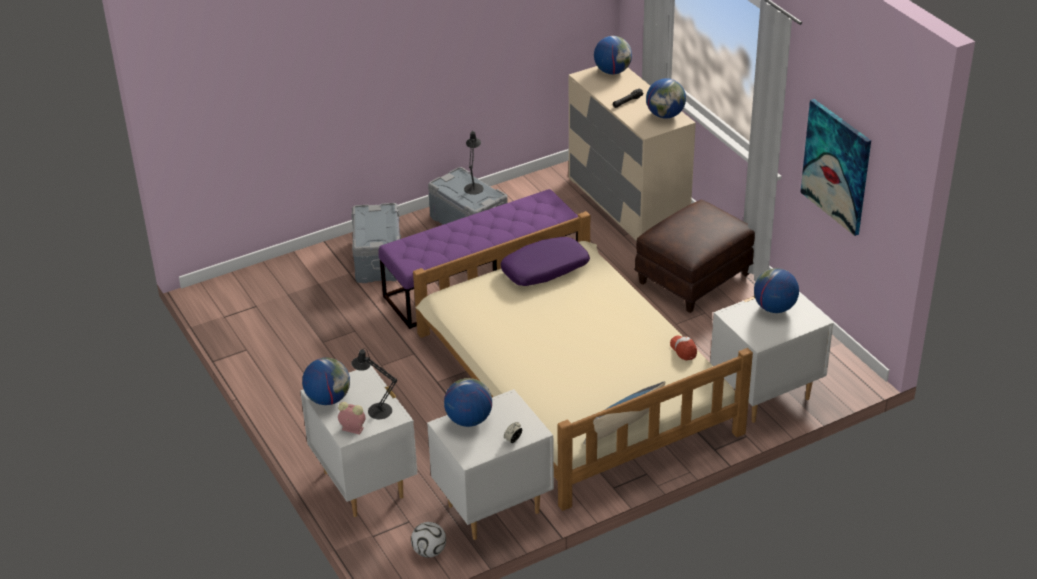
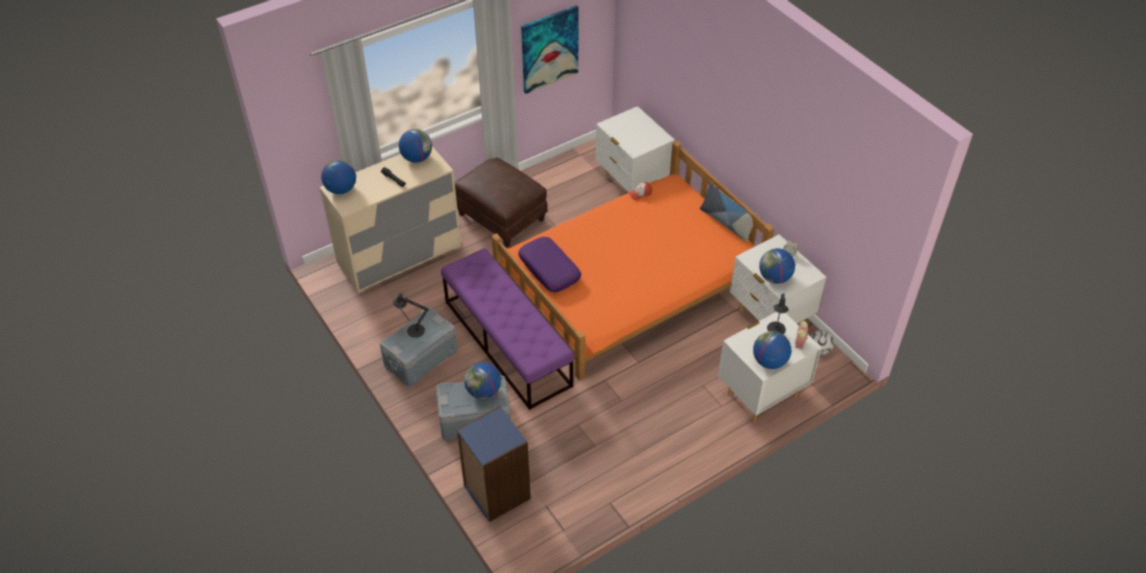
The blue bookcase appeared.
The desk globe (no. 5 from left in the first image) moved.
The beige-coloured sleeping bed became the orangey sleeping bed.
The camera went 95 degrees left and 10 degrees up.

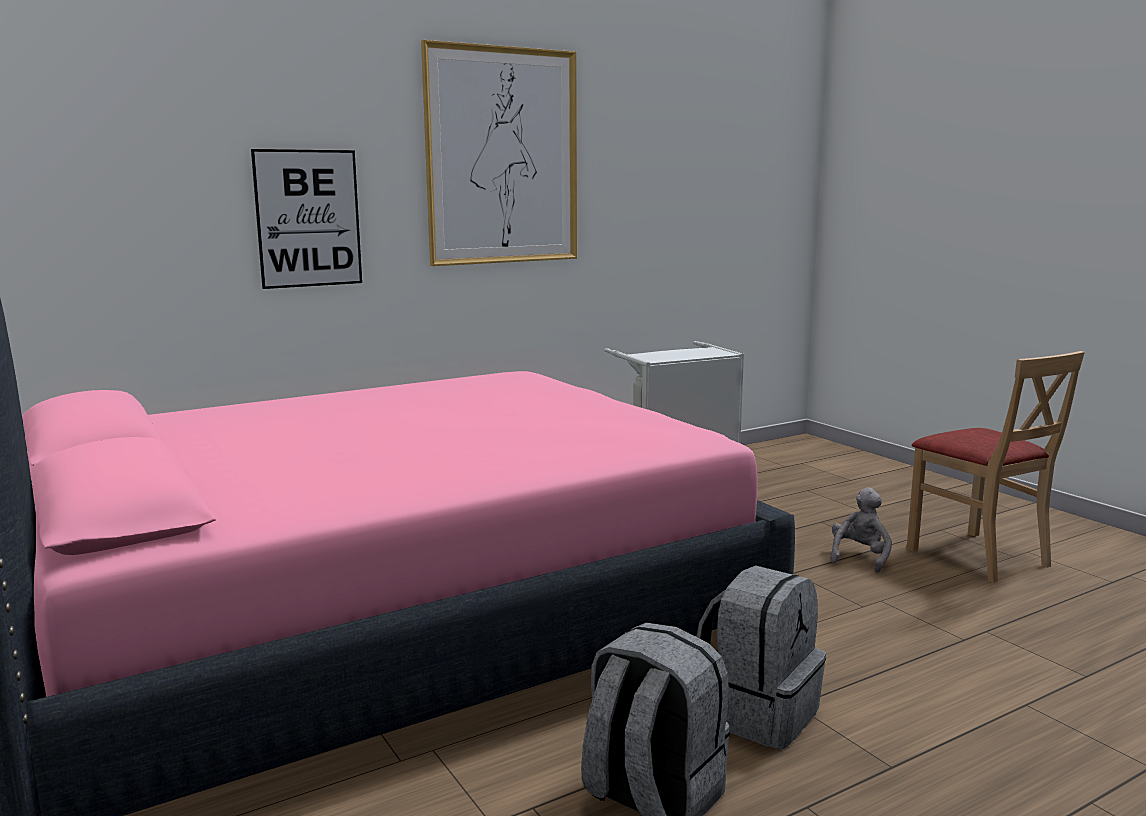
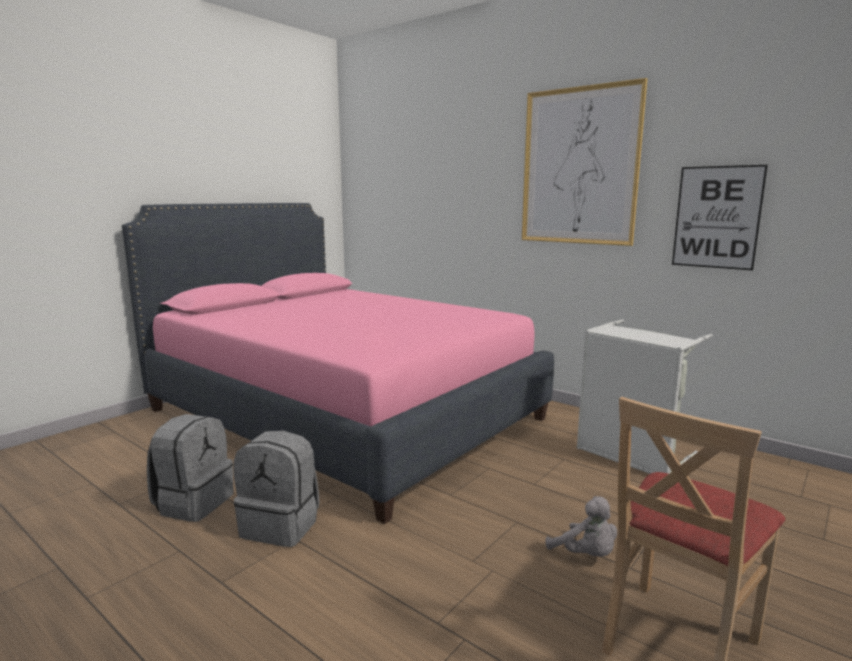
The greyish plush toy turned 45 degrees clockwise.
The wall picture (no. 1 from left in the first image) moved.
The camera went 70 degrees right and 0 degrees up.

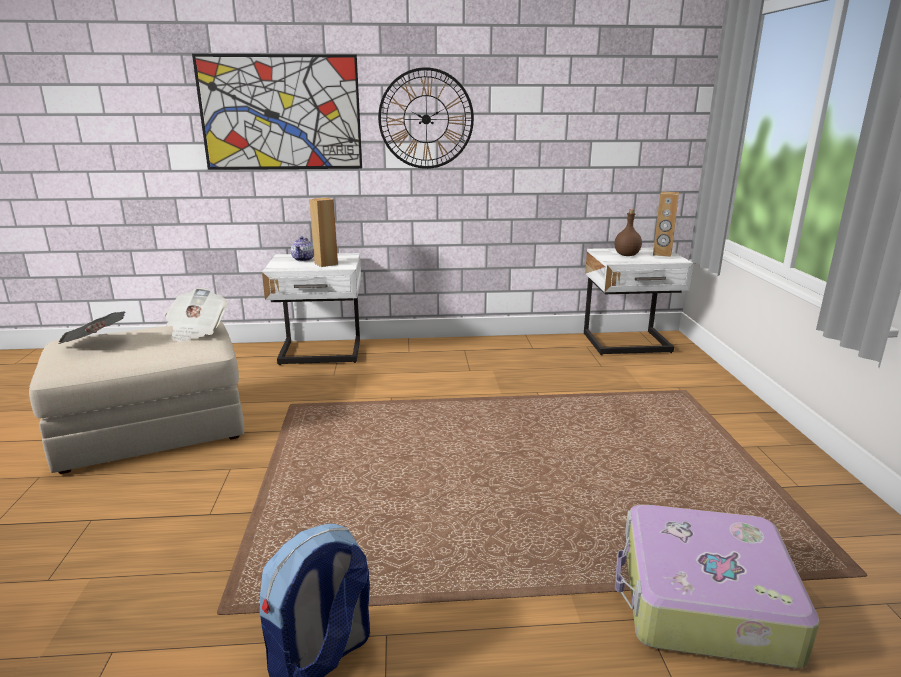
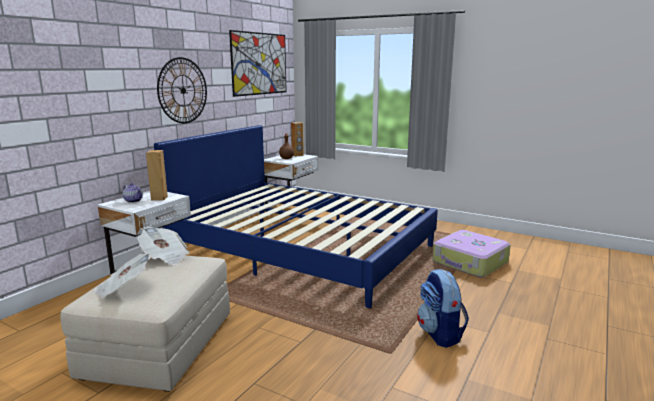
The blue sleeping bed appeared.
The wall picture moved.
The camera went 55 degrees left and 5 degrees down.

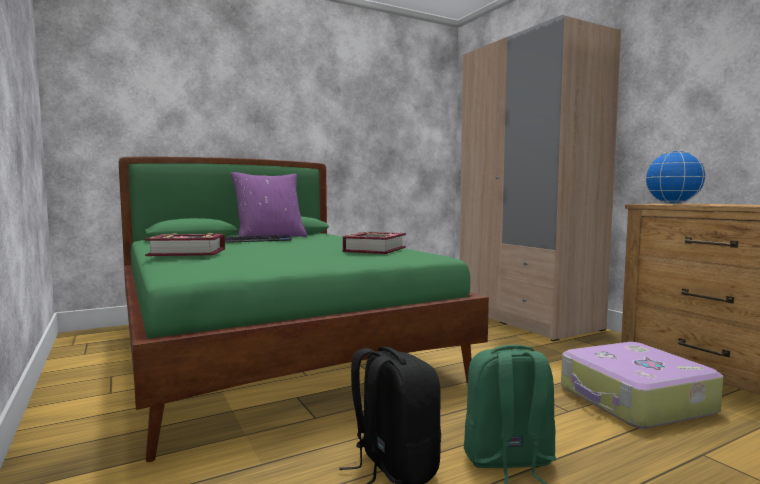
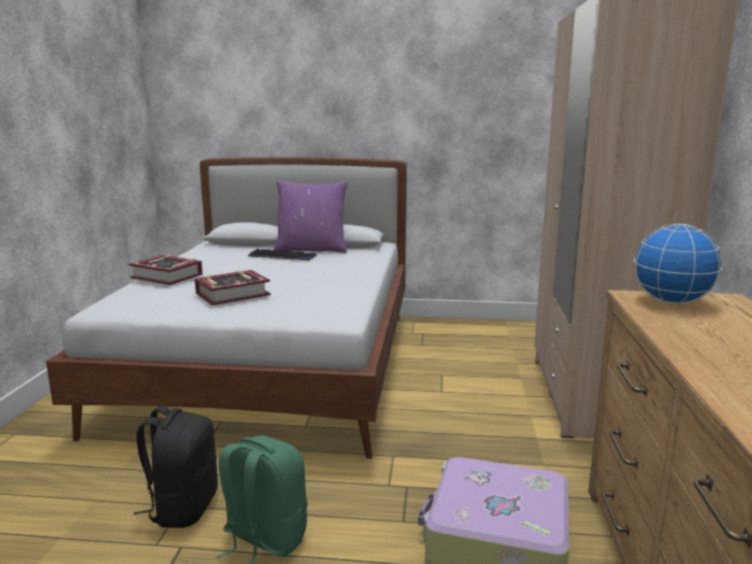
The green sleeping bed became the white sleeping bed.
The bound book (no. 2 from left) moved.
The camera went 35 degrees right and 10 degrees up.

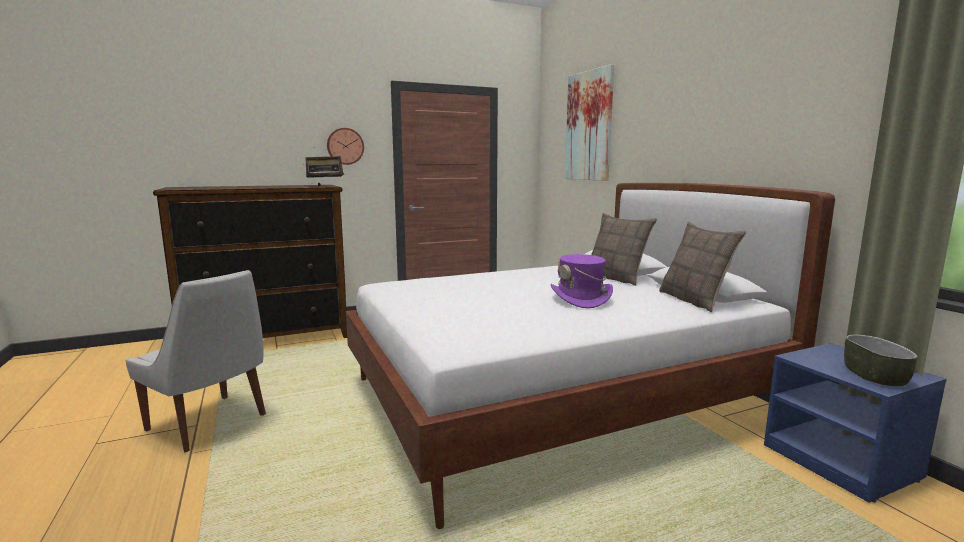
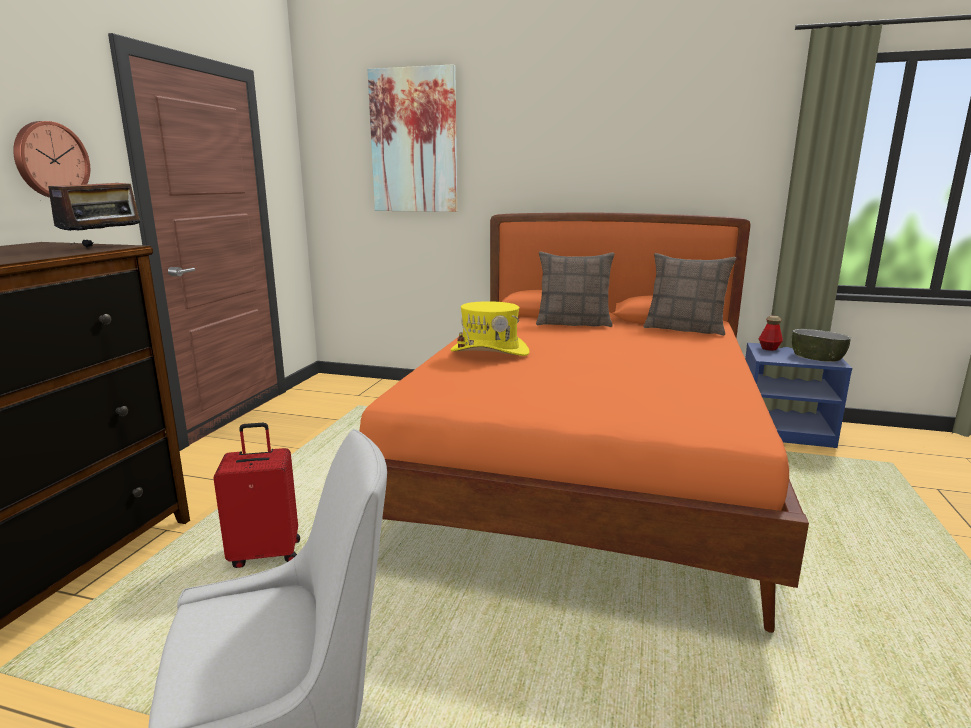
The reddish travel case appeared.
The white sleeping bed became the orangey sleeping bed.
The yellow-coloured wearable hat appeared.
The bottle appeared.
The purplish wearable hat disappeared.
The camera went 50 degrees left and 5 degrees up.

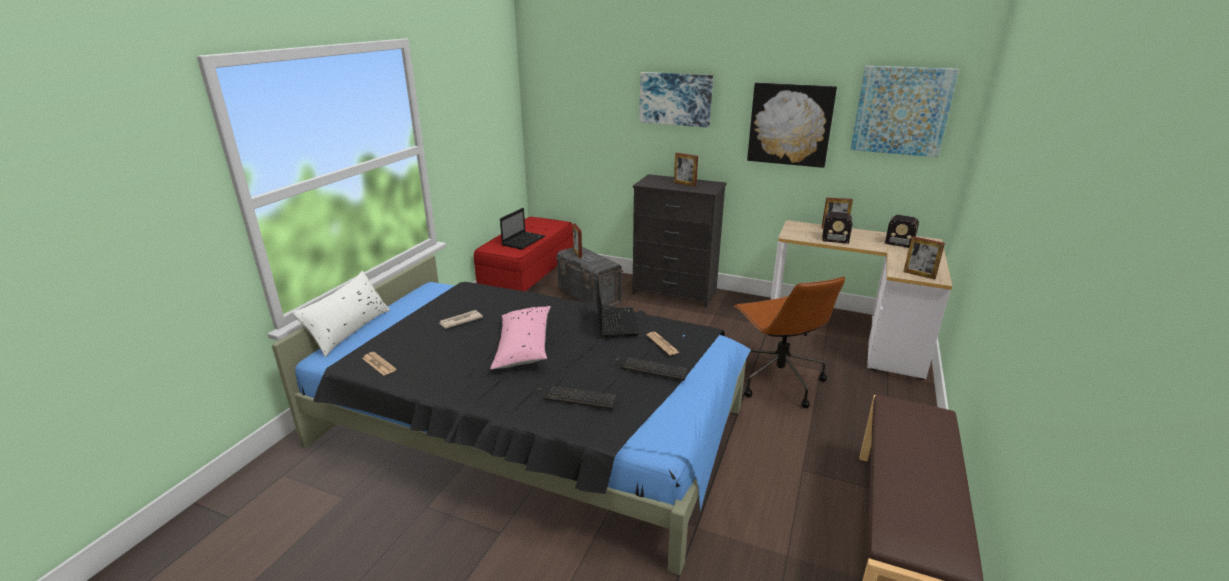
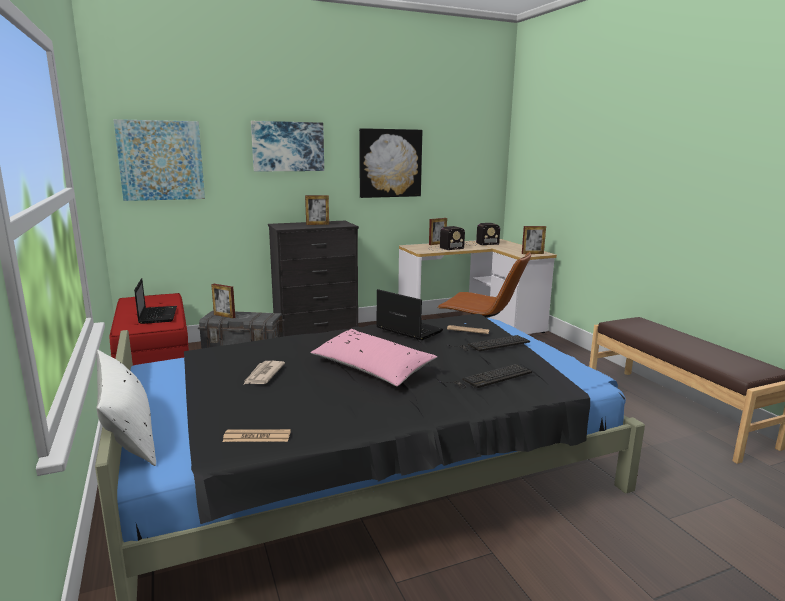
The wall picture (no. 3 from left in the first image) moved.
The camera went 45 degrees left and 10 degrees down.

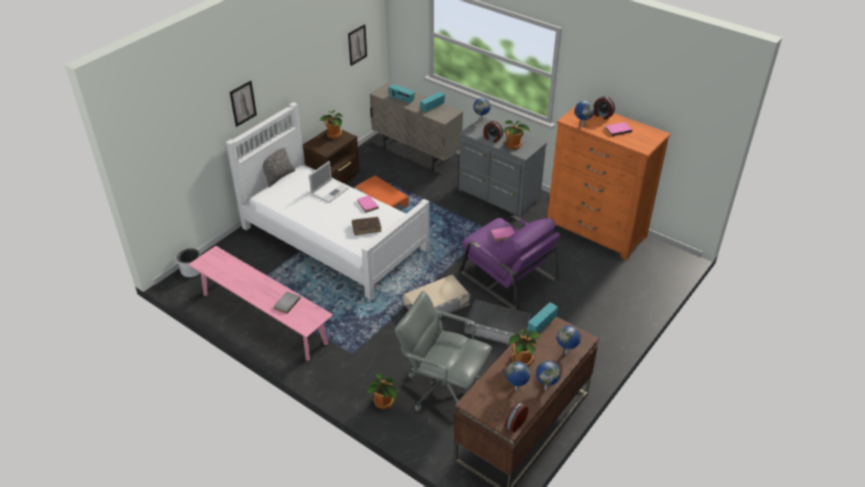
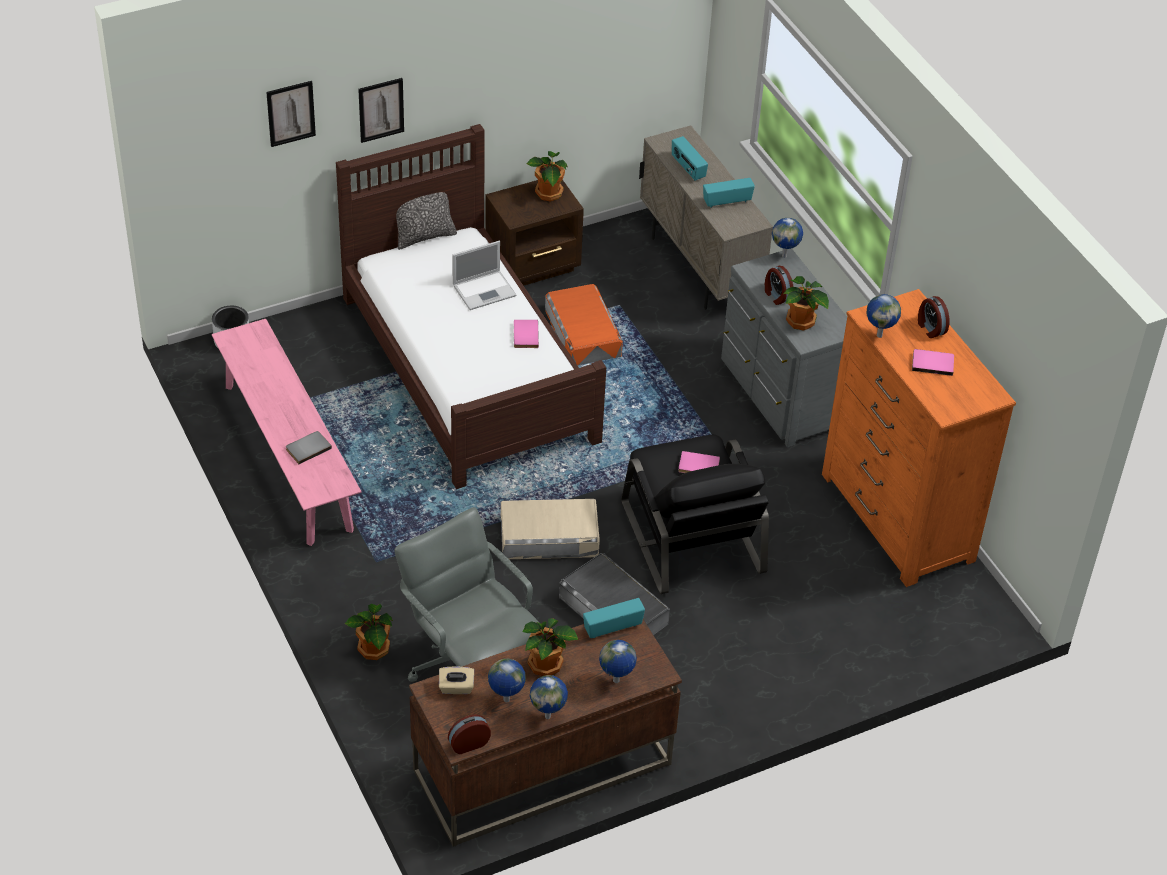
The wall picture (no. 2 from left in the first image) moved.
The white sleeping bed became the brownish sleeping bed.
The beige-coloured tissue box appeared.
The purplish armchair became the black-coloured armchair.
The brownish bound book disappeared.
The camera went 25 degrees right and 5 degrees up.

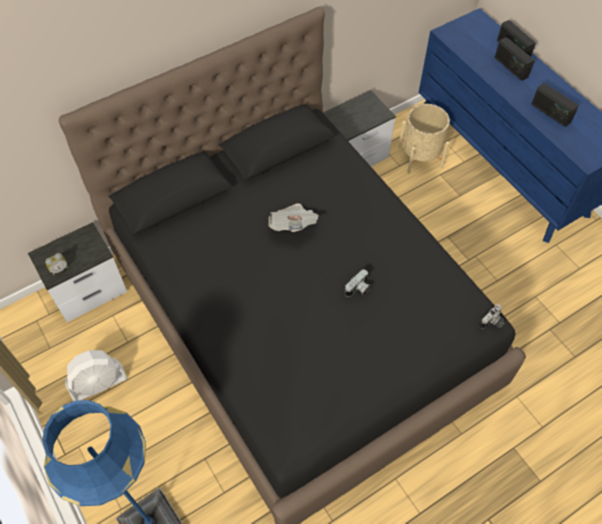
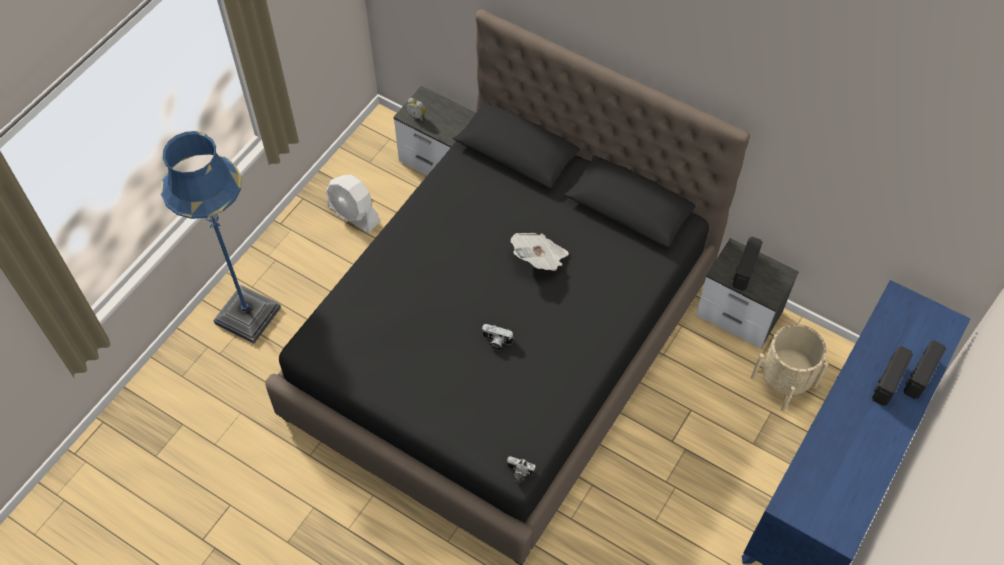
The radio receiver (no. 3 from left in the first image) moved.
The camera went 65 degrees right and 0 degrees up.

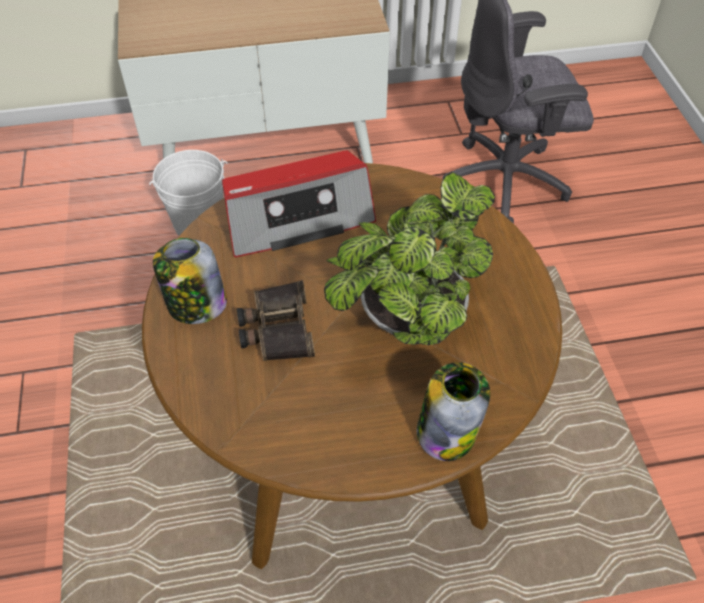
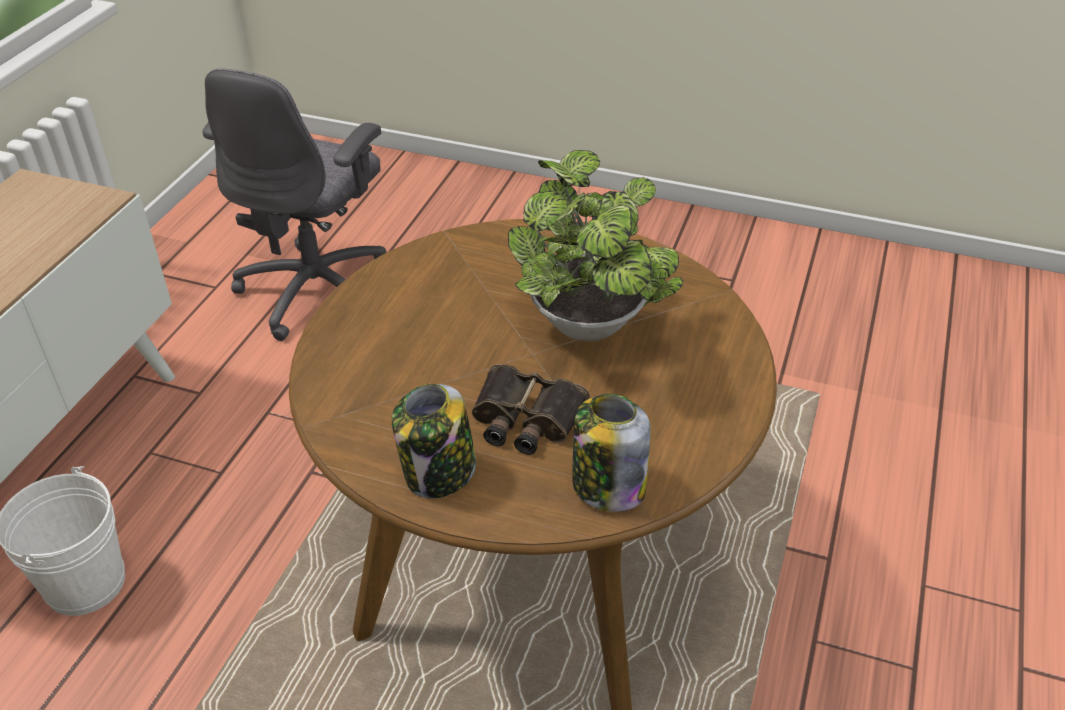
The storage jar (no. 2 from left) moved.
The radio receiver disappeared.
The camera went 60 degrees left and 10 degrees down.

